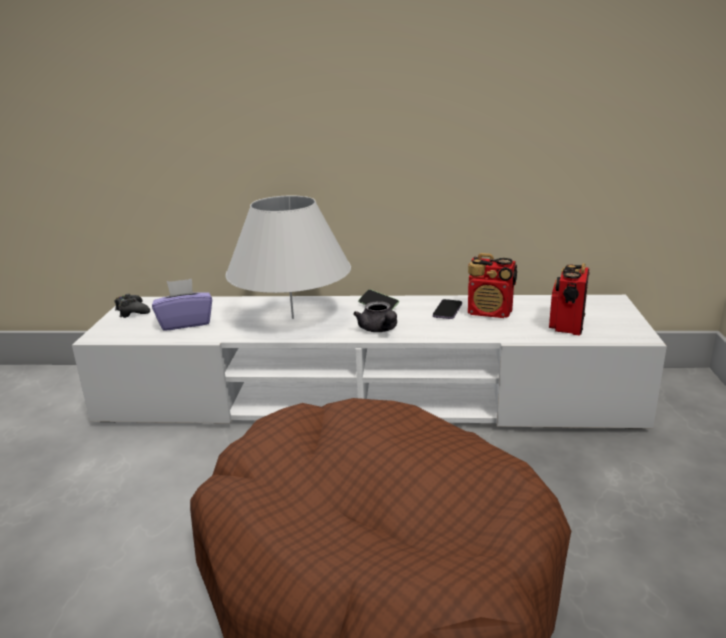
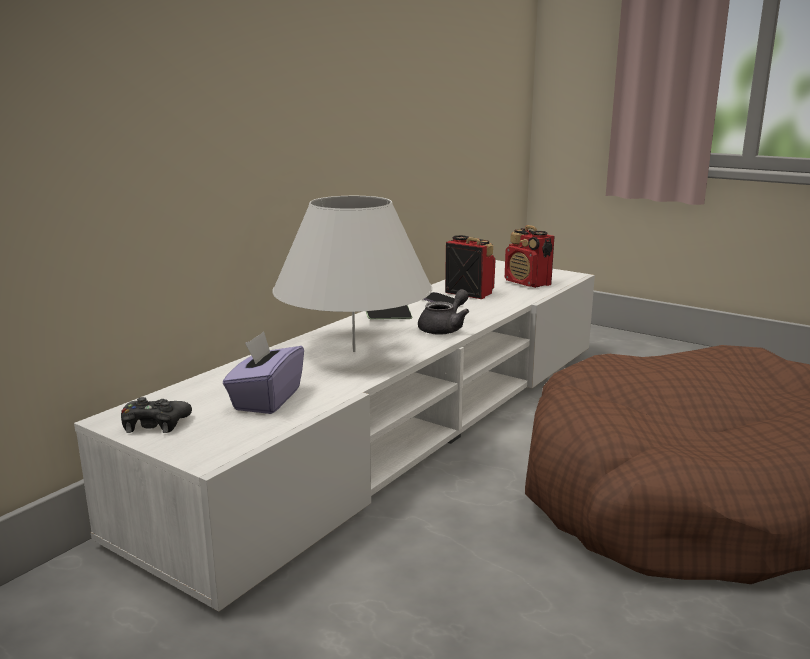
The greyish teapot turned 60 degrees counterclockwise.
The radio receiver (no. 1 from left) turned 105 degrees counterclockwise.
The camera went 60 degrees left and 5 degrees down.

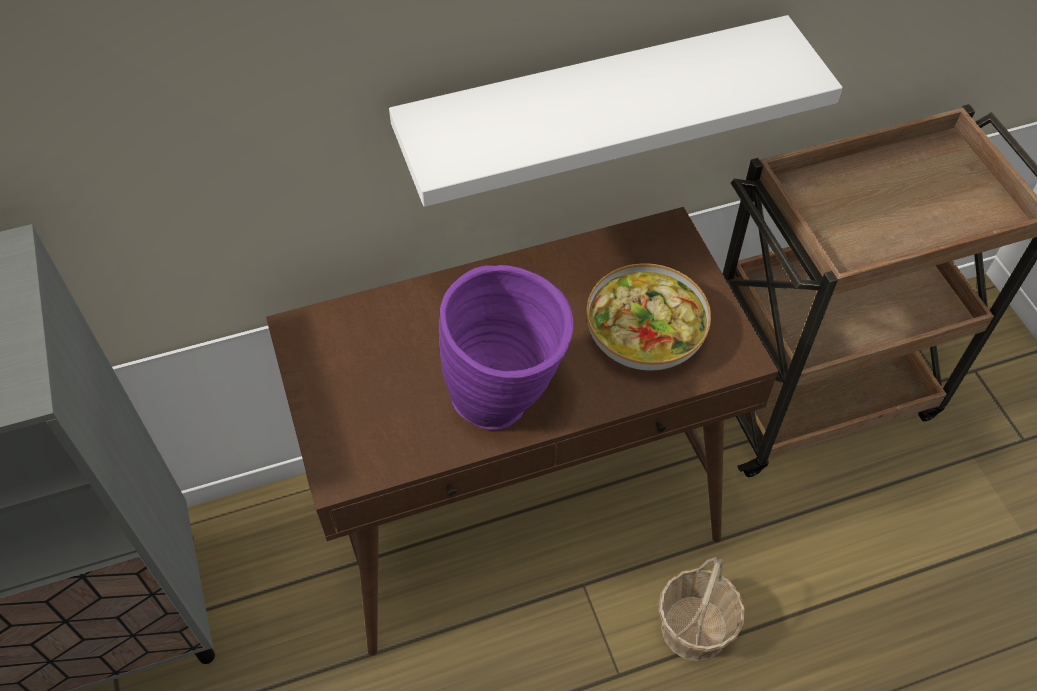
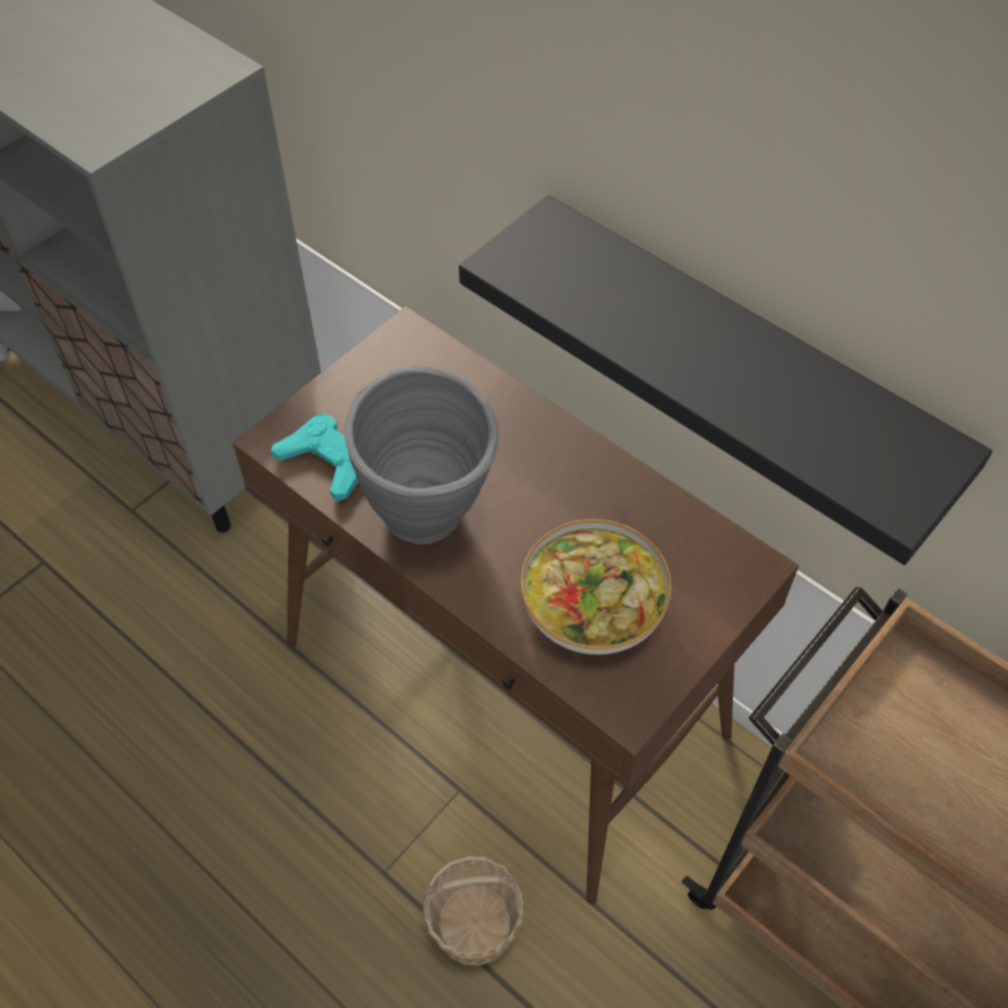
The turquoise-coloured game controller appeared.
The purplish flower vase became the greyish flower vase.
The white wall shelf became the black-coloured wall shelf.
The camera went 60 degrees right and 0 degrees up.

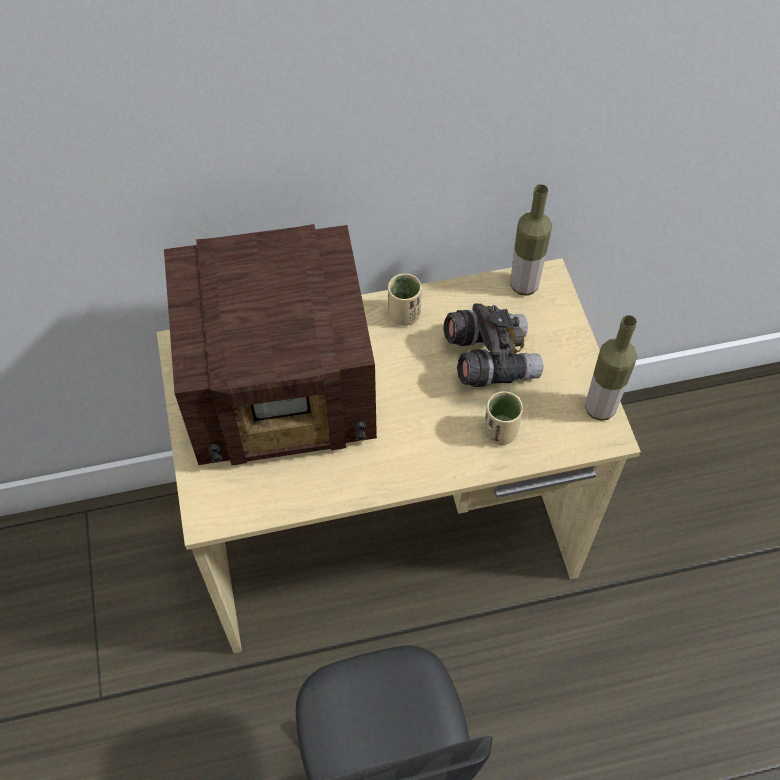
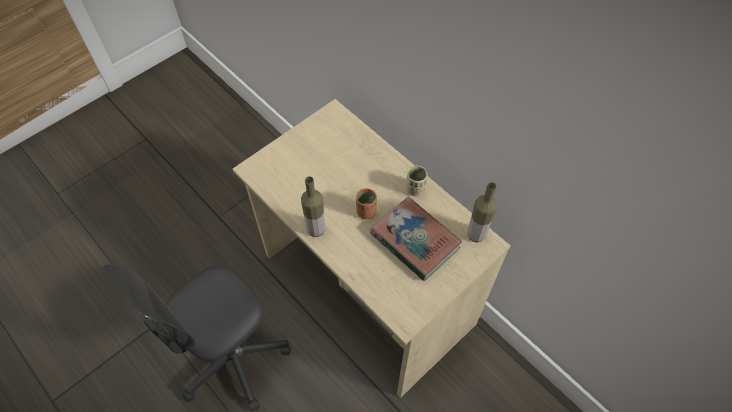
The bottle (no. 2 from left in the first image) moved.
The orangey small cup appeared.
The greyish binoculars was replaced by the bound book.
The radio receiver disappeared.
The beige-coloured small cup (no. 2 from left) disappeared.
The camera went 60 degrees right and 0 degrees up.

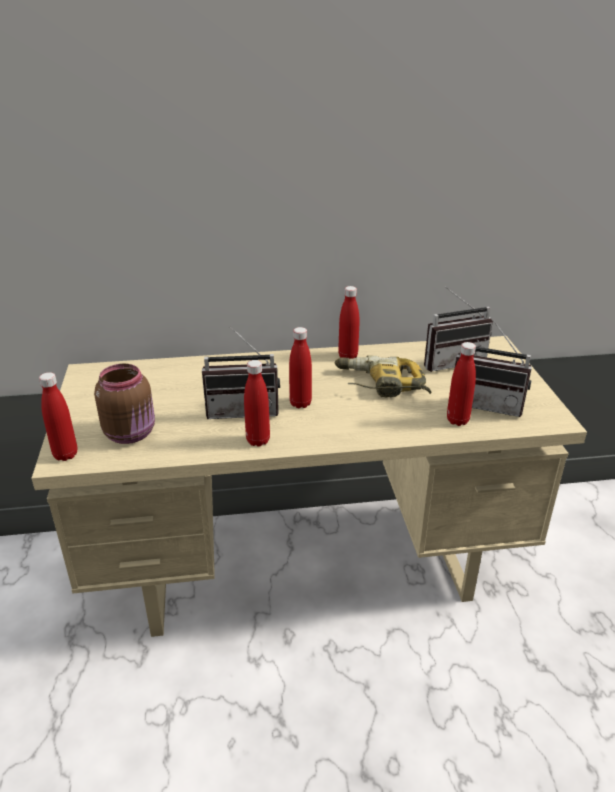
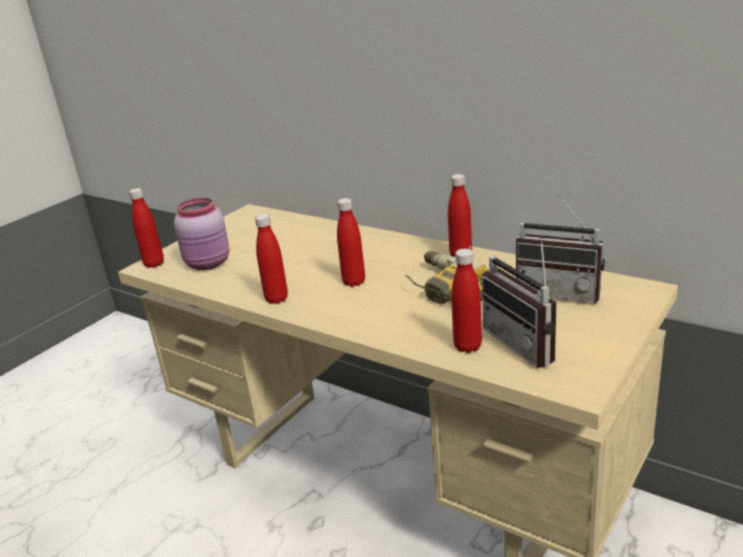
The brownish storage jar became the pink-coloured storage jar.
The radio receiver (no. 1 from left) disappeared.
The camera went 45 degrees right and 5 degrees down.

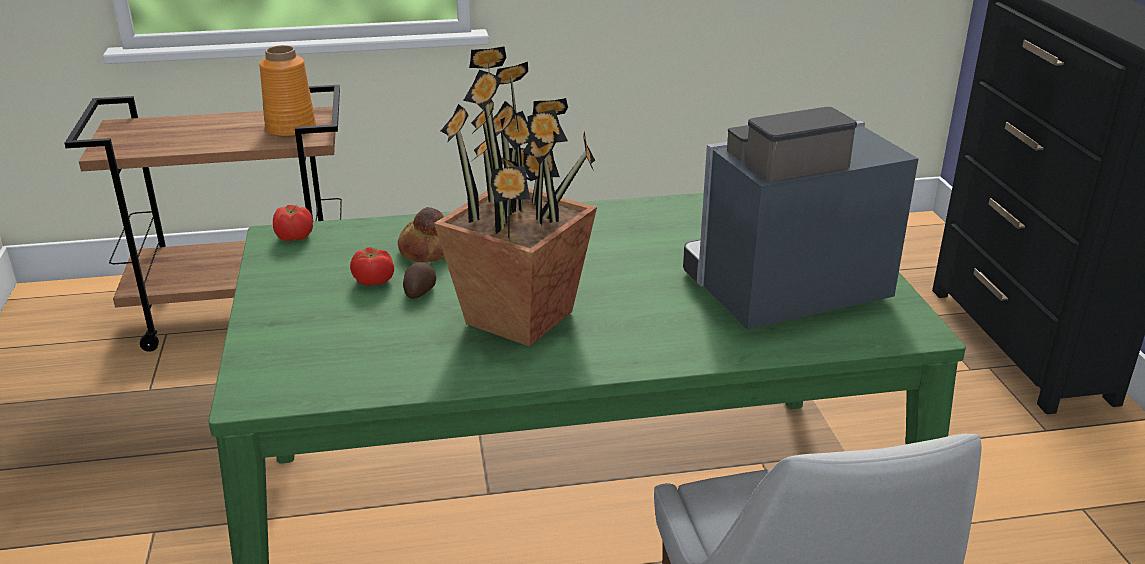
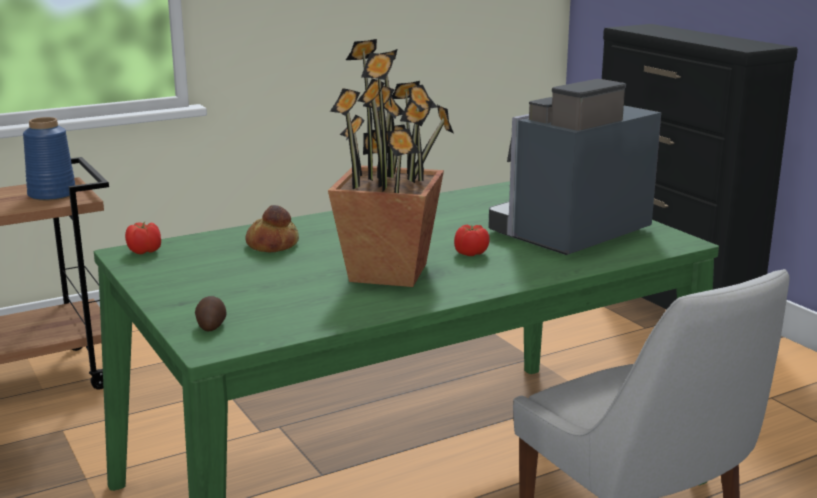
The orangey flower vase became the blue flower vase.
The spud moved.
The whole tomato (no. 2 from left) moved.
The camera went 20 degrees left and 10 degrees down.

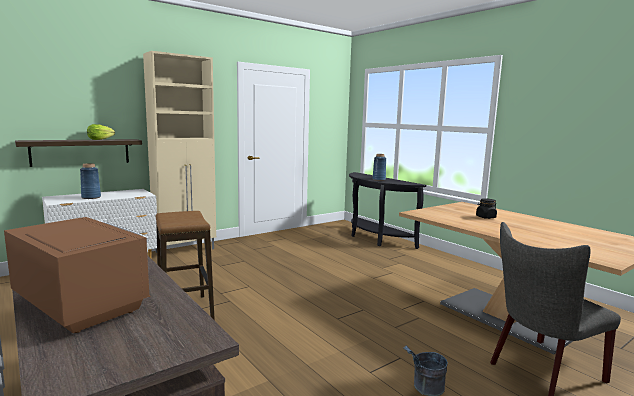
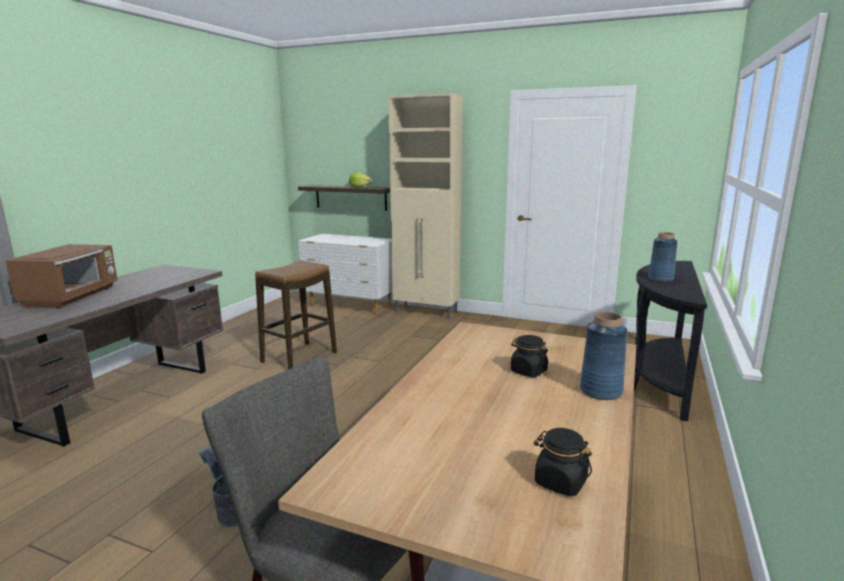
The black-coloured storage jar (no. 2 from left) appeared.
The blue flower vase (no. 1 from left) moved.
The camera went 60 degrees right and 5 degrees up.

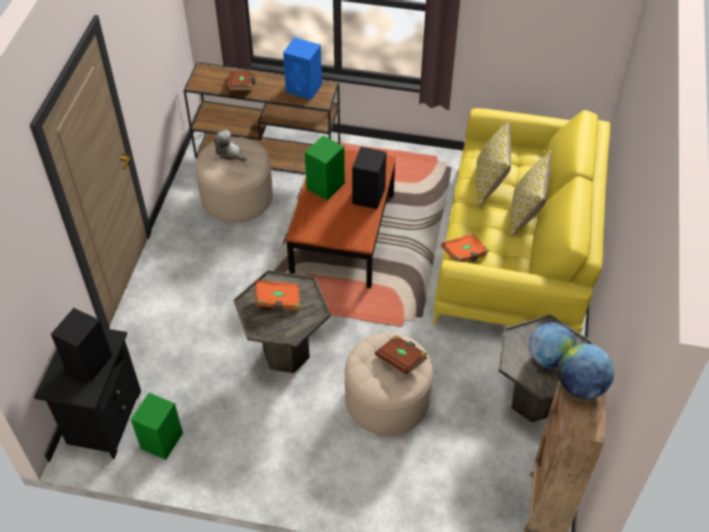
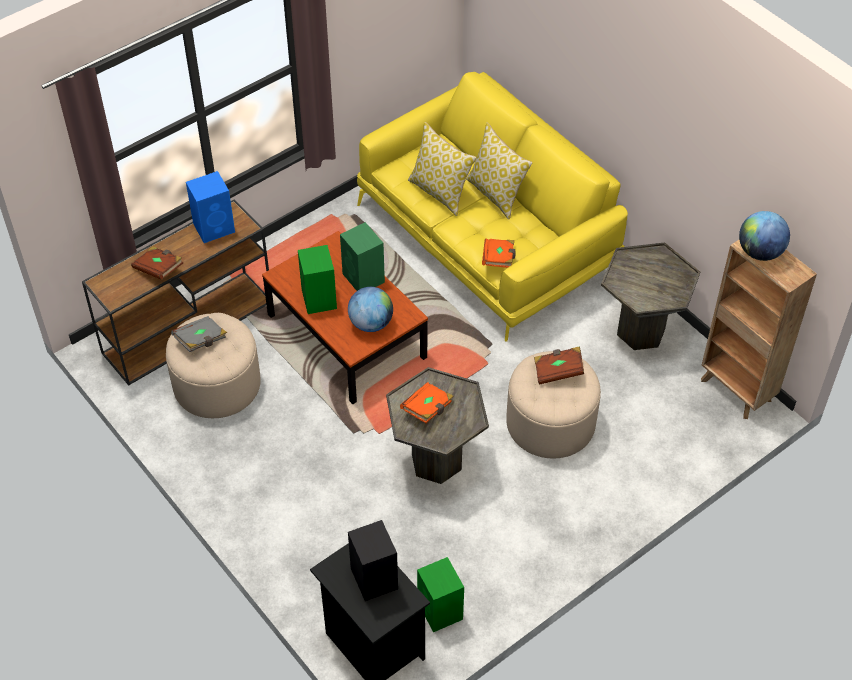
The plush toy was replaced by the greyish bound book.
The black-coloured loudspeaker (no. 2 from left) became the green loudspeaker (no. 2 from left).
The desk globe (no. 1 from left) moved.
The camera went 50 degrees left and 0 degrees up.

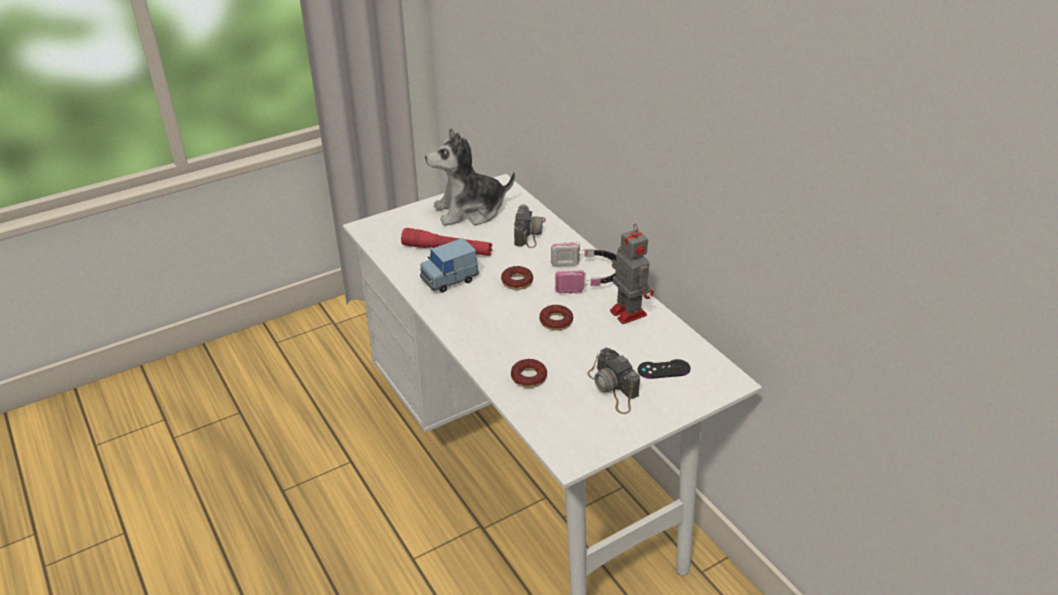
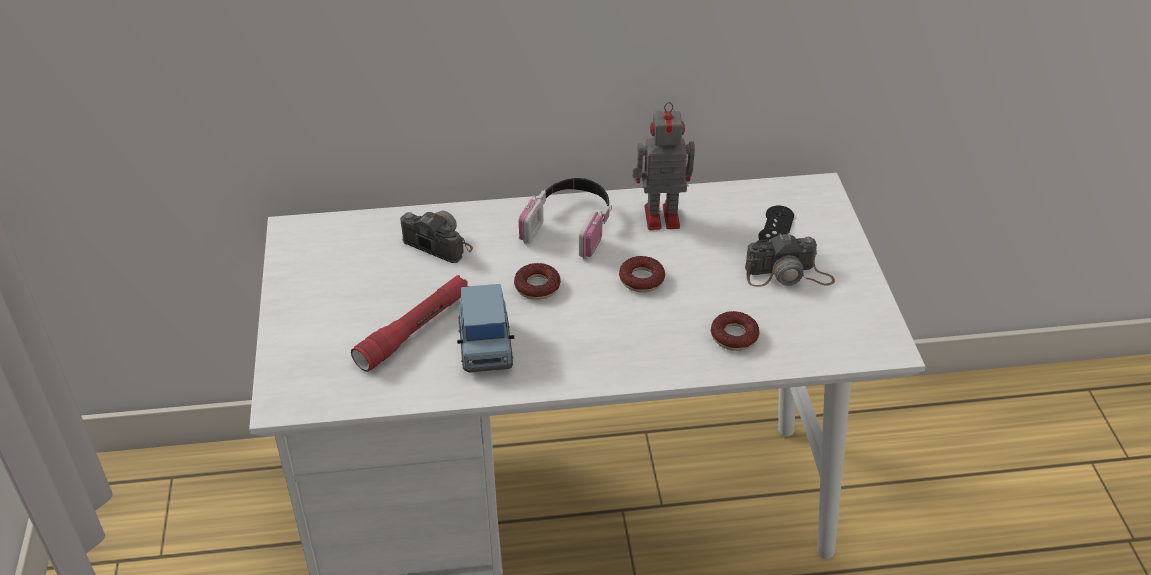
The plush toy disappeared.
The camera went 65 degrees left and 5 degrees up.

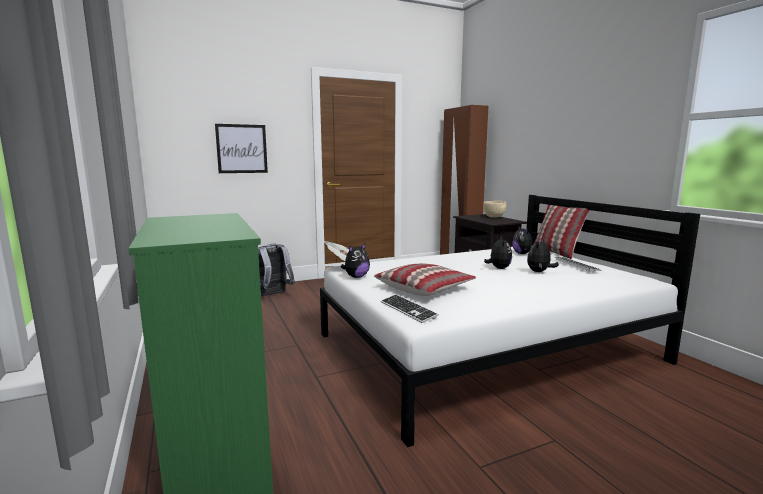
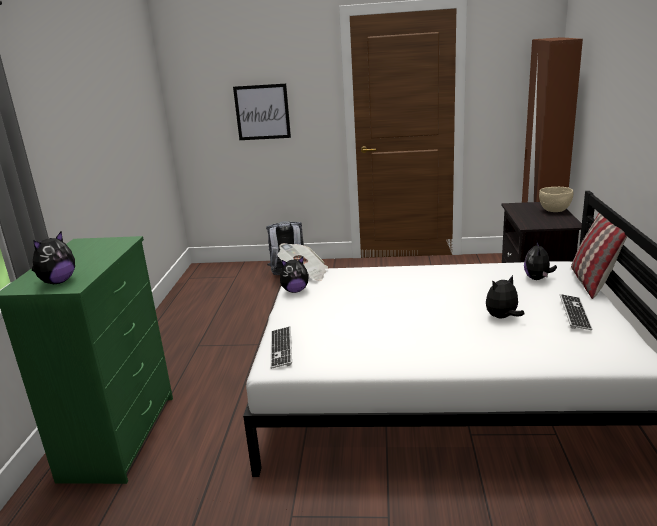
The plush toy (no. 2 from left in the first image) moved.
The pillow (no. 1 from left) disappeared.
The camera went 30 degrees right and 10 degrees up.

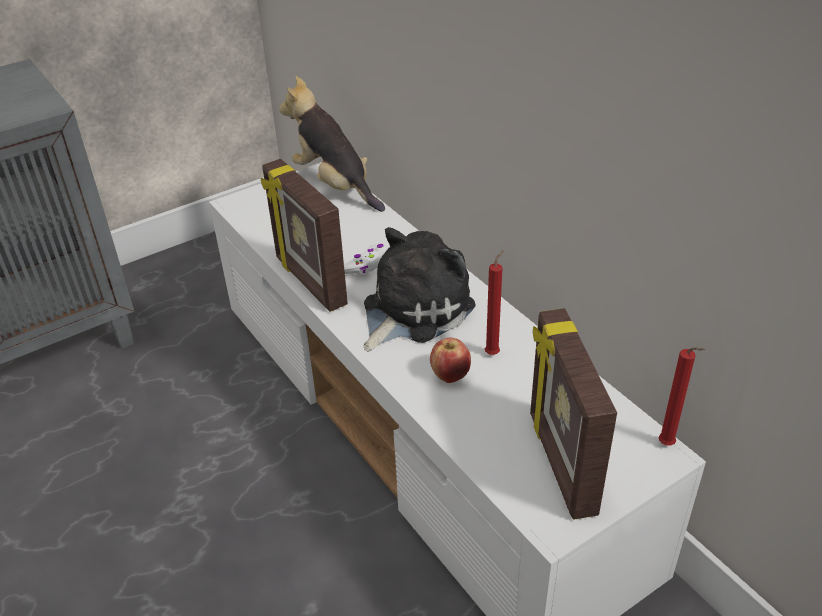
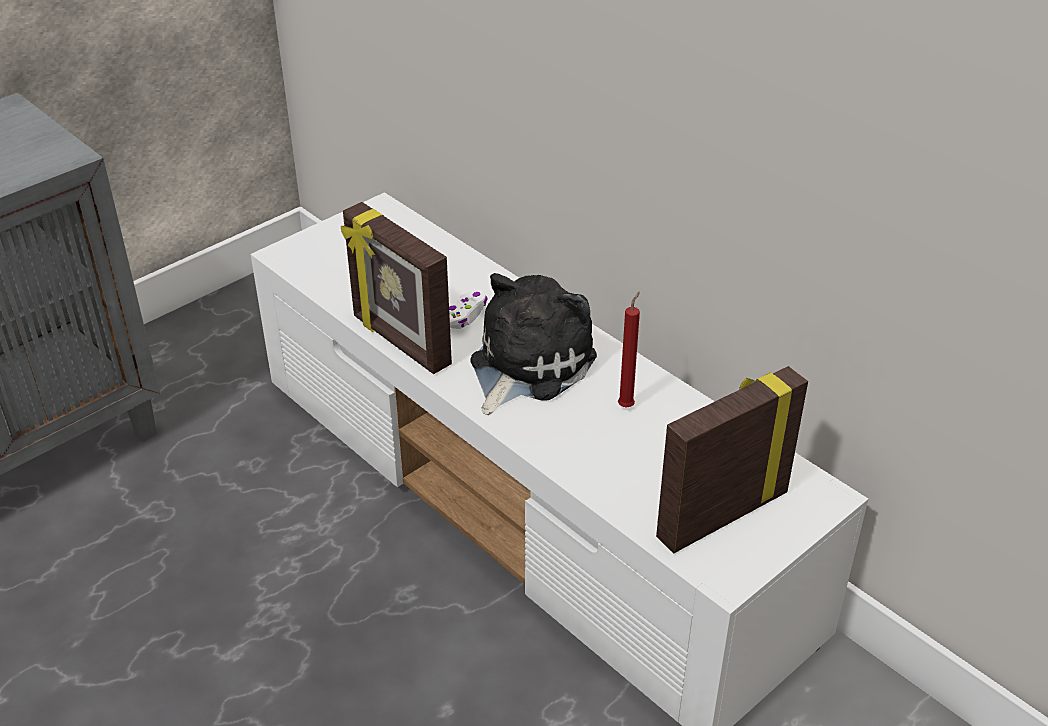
The photo frame (no. 2 from left) turned 75 degrees clockwise.
The plush toy (no. 1 from left) disappeared.
The apple fruit disappeared.
The reddish candle (no. 2 from left) disappeared.
The camera went 10 degrees left and 0 degrees up.

